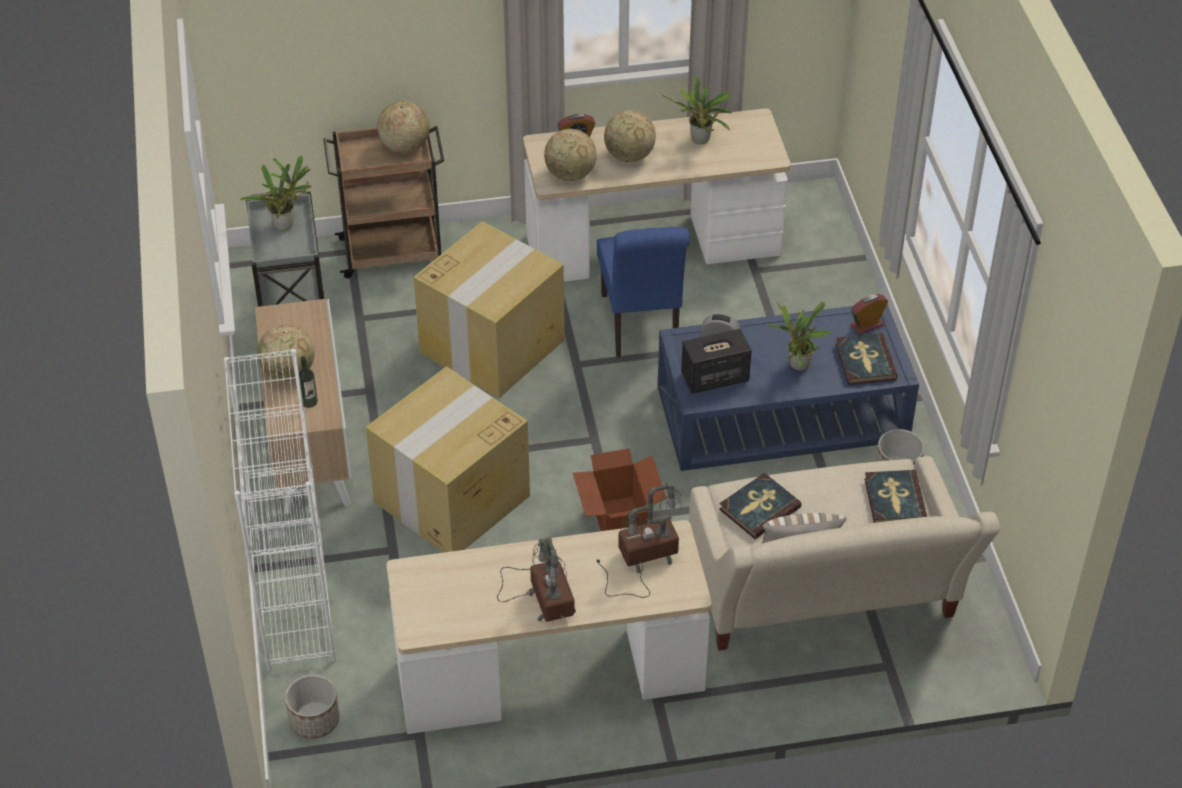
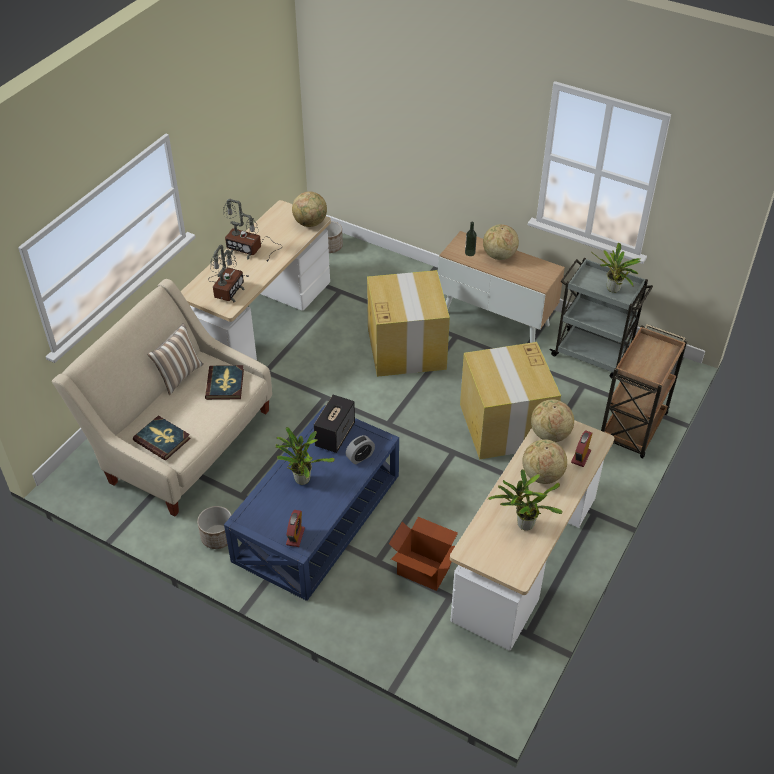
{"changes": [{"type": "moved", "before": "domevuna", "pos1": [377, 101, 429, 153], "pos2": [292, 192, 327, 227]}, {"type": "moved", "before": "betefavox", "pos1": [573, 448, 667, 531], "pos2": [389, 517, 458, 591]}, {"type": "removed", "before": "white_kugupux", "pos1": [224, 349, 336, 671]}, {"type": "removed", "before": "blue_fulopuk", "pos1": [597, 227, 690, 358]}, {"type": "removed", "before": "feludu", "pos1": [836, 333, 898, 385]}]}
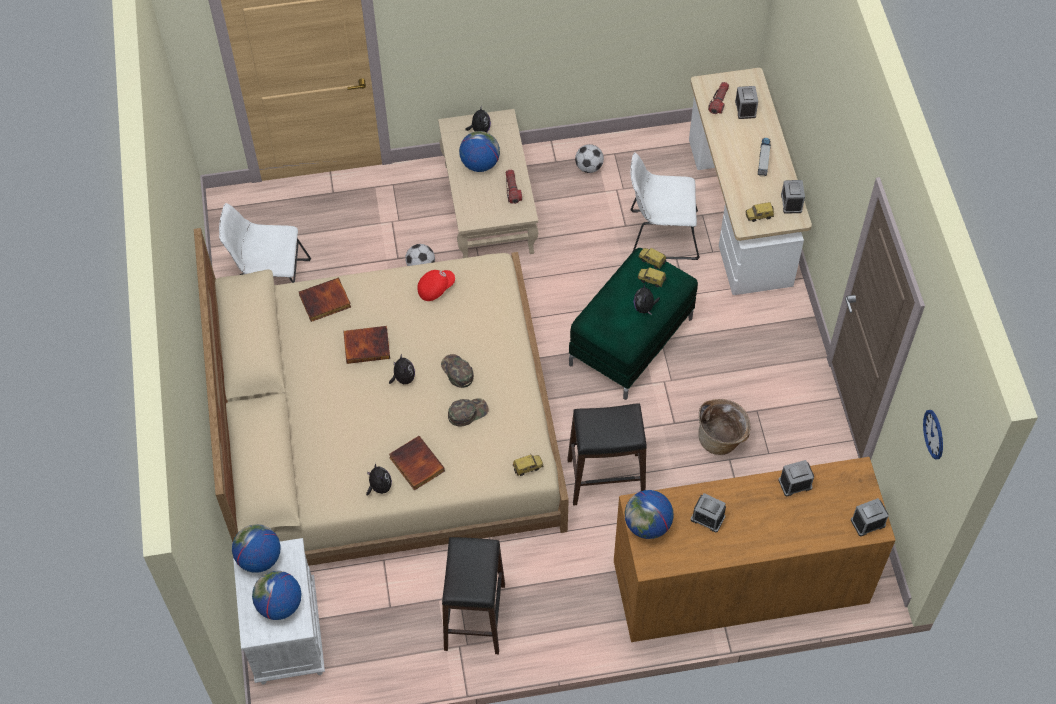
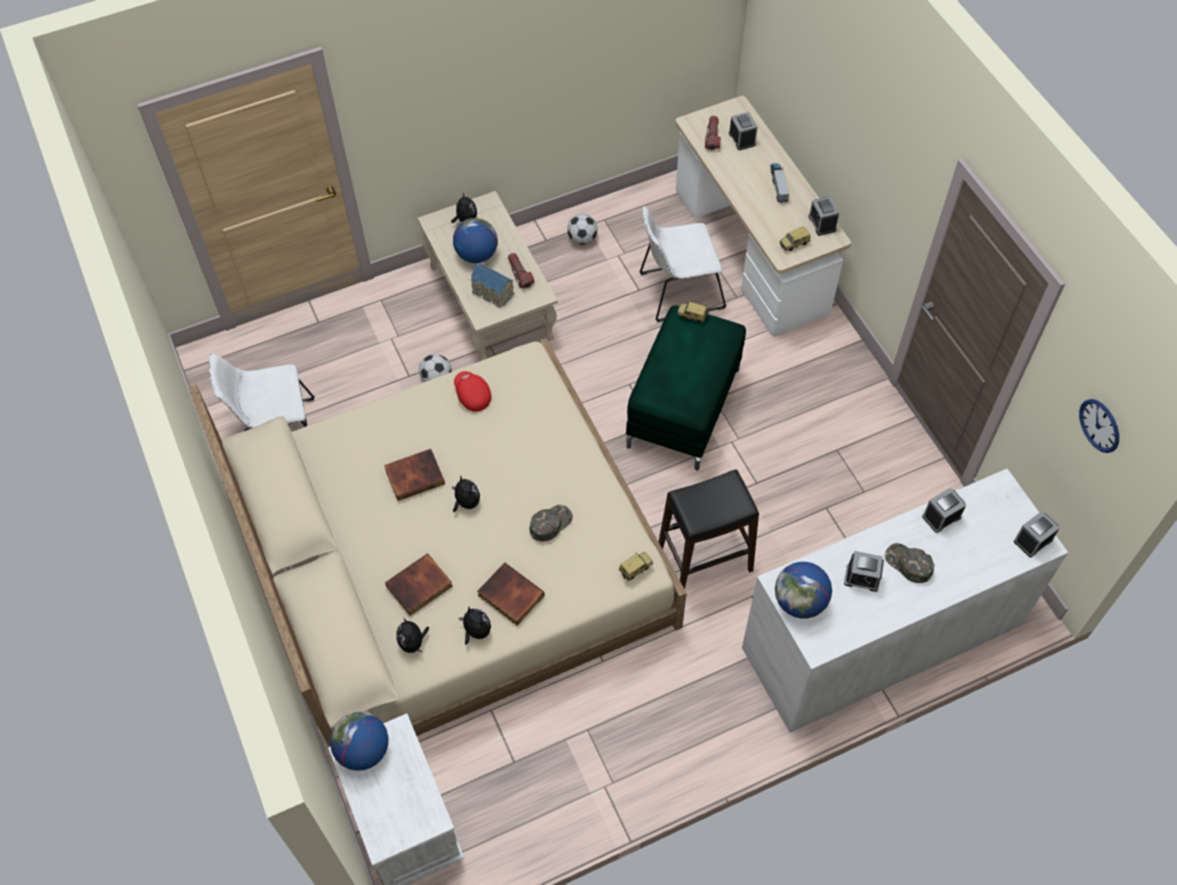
{"changes": [{"type": "moved", "before": "feludu", "pos1": [299, 277, 351, 322], "pos2": [385, 553, 452, 616]}, {"type": "moved", "before": "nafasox", "pos1": [633, 285, 660, 315], "pos2": [396, 618, 429, 653]}, {"type": "turned", "before": "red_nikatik", "pos1": [417, 270, 455, 301], "pos2": [454, 371, 491, 412], "turn": -75}, {"type": "added", "after": "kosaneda", "pos2": [471, 264, 514, 307]}, {"type": "recoloured", "before": "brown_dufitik", "after": "white_dufitik", "pos1": [614, 457, 895, 642], "pos2": [742, 469, 1068, 733]}, {"type": "moved", "before": "green_nikatik", "pos1": [441, 354, 474, 388], "pos2": [885, 543, 935, 583]}, {"type": "removed", "before": "domevuna", "pos1": [252, 571, 301, 620]}, {"type": "removed", "before": "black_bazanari", "pos1": [442, 537, 505, 654]}, {"type": "removed", "before": "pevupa", "pos1": [637, 267, 666, 287]}, {"type": "removed", "before": "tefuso", "pos1": [698, 399, 751, 455]}]}
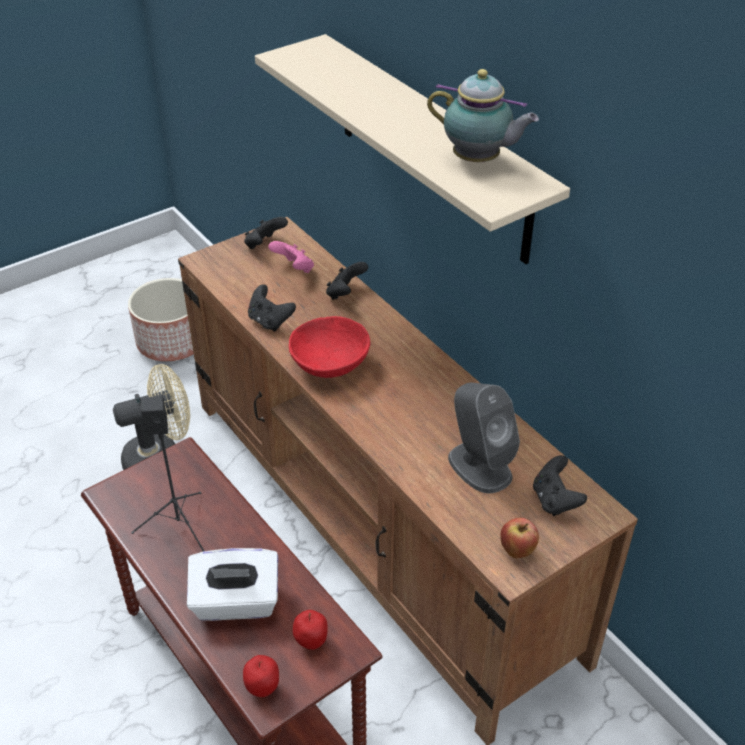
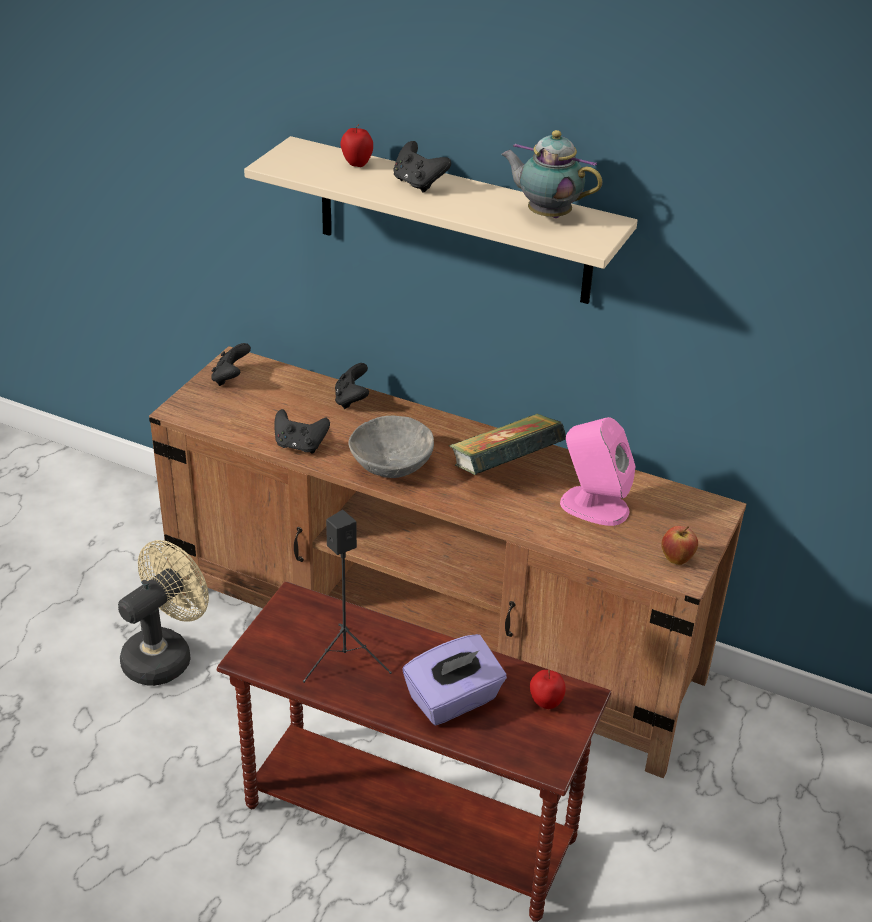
{"changes": [{"type": "moved", "before": "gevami", "pos1": [243, 655, 279, 697], "pos2": [340, 124, 373, 167]}, {"type": "recoloured", "before": "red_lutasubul", "after": "grey_lutasubul", "pos1": [289, 316, 370, 378], "pos2": [348, 416, 434, 478]}, {"type": "moved", "before": "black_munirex", "pos1": [533, 455, 587, 516], "pos2": [393, 141, 451, 193]}, {"type": "recoloured", "before": "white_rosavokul", "after": "purple_rosavokul", "pos1": [187, 548, 278, 621], "pos2": [403, 634, 507, 725]}, {"type": "added", "after": "feludu", "pos2": [449, 414, 566, 475]}, {"type": "turned", "before": "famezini", "pos1": [427, 69, 539, 162], "pos2": [501, 130, 602, 218], "turn": -150}, {"type": "recoloured", "before": "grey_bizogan", "after": "pink_bizogan", "pos1": [448, 383, 520, 493], "pos2": [560, 417, 636, 526]}, {"type": "removed", "before": "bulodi", "pos1": [128, 278, 194, 361]}, {"type": "removed", "before": "pink_munirex", "pos1": [268, 241, 314, 273]}]}
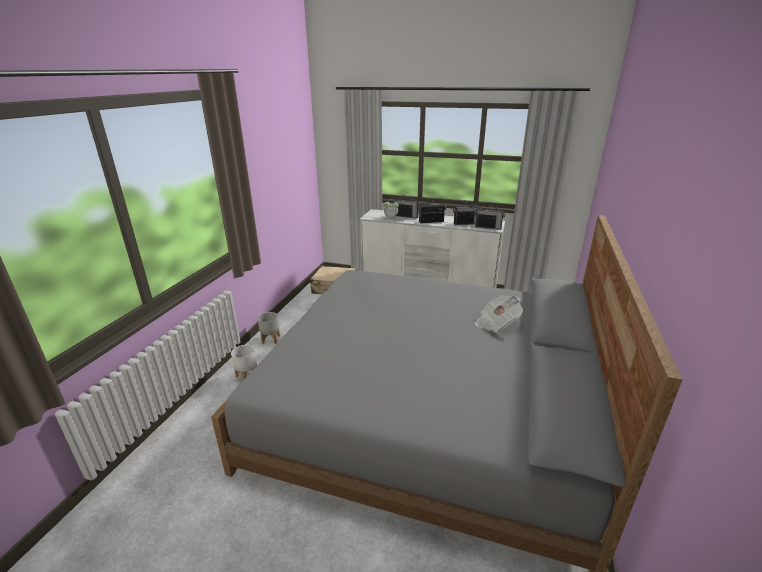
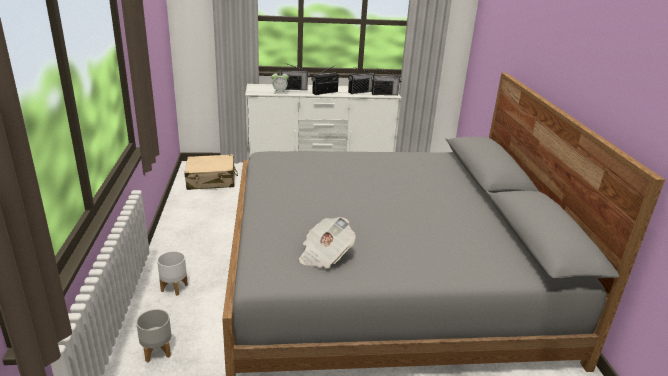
{"changes": [{"type": "moved", "before": "grey_bulodi", "pos1": [258, 312, 280, 344], "pos2": [136, 309, 172, 362]}, {"type": "moved", "before": "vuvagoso", "pos1": [475, 295, 523, 332], "pos2": [299, 217, 355, 269]}]}
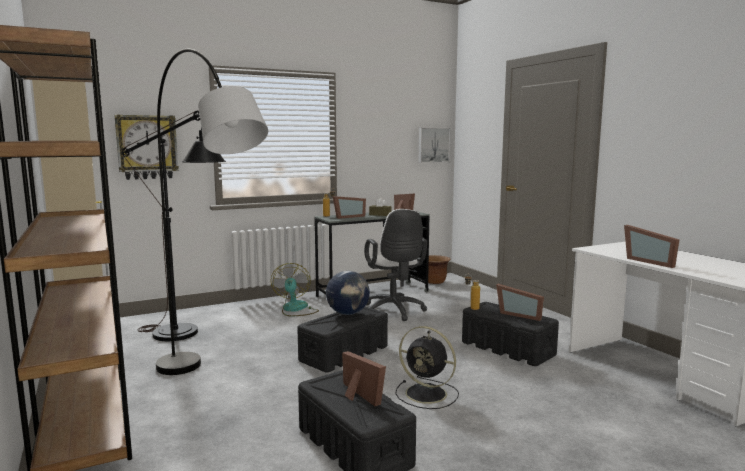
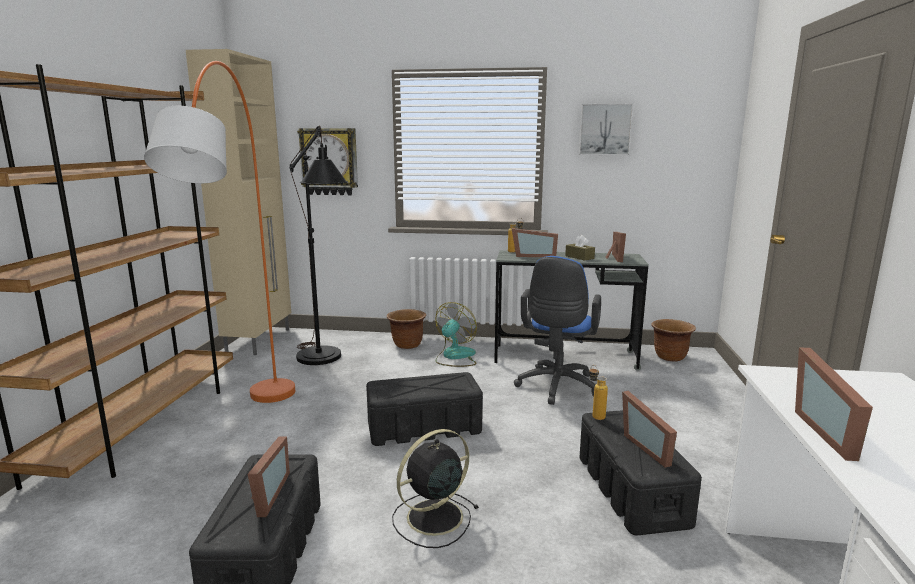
{"changes": [{"type": "recoloured", "before": "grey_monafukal", "after": "orange_monafukal", "pos1": [156, 49, 268, 375], "pos2": [144, 61, 295, 403]}, {"type": "added", "after": "brown_bulodi", "pos2": [387, 309, 426, 349]}, {"type": "turned", "before": "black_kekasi", "pos1": [395, 326, 459, 409], "pos2": [392, 429, 479, 548], "turn": 75}, {"type": "recoloured", "before": "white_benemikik", "after": "blue_benemikik", "pos1": [365, 209, 427, 321], "pos2": [514, 256, 601, 405]}, {"type": "moved", "before": "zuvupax", "pos1": [419, 128, 450, 163], "pos2": [579, 103, 633, 155]}, {"type": "removed", "before": "domevuna", "pos1": [326, 271, 370, 315]}]}
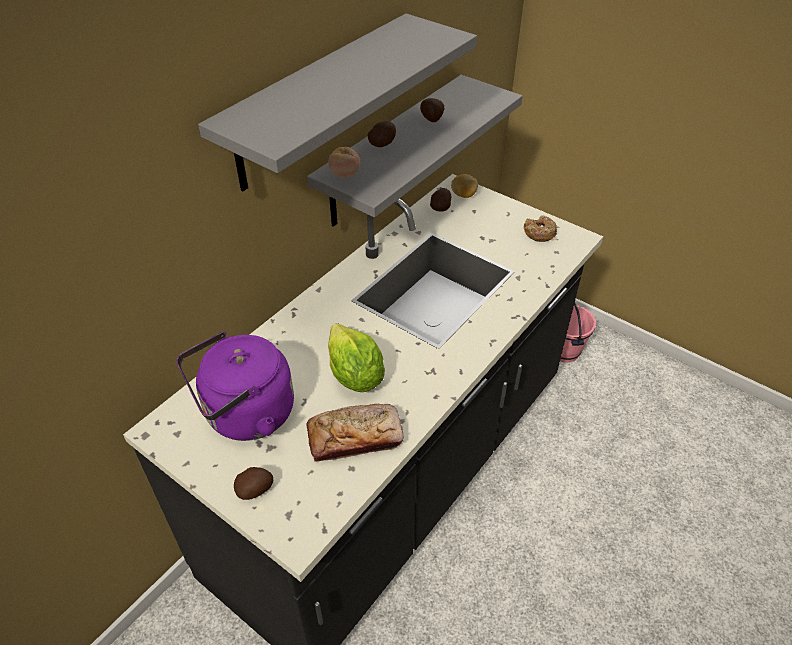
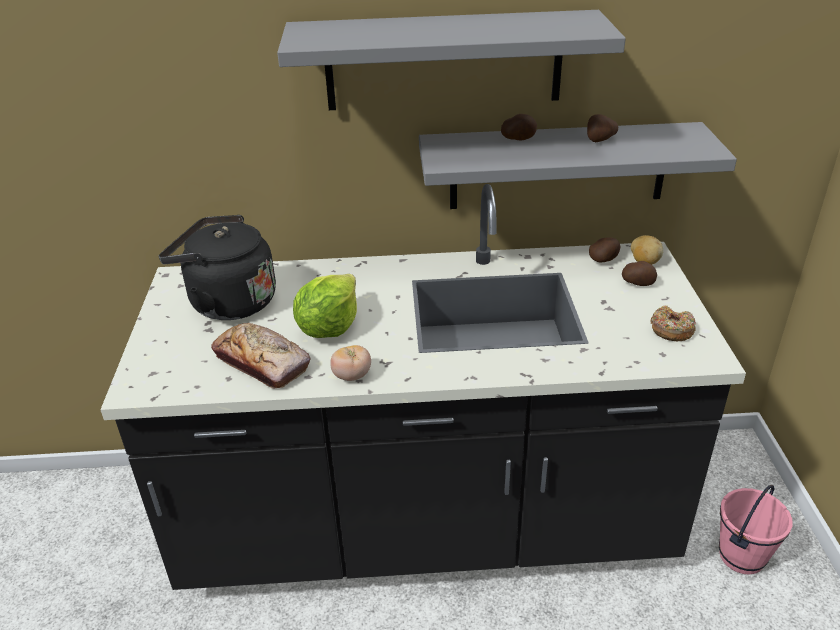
{"changes": [{"type": "recoloured", "before": "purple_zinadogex", "after": "black_zinadogex", "pos1": [177, 331, 294, 441], "pos2": [159, 215, 276, 320]}, {"type": "moved", "before": "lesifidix", "pos1": [328, 147, 360, 178], "pos2": [330, 345, 371, 381]}, {"type": "moved", "before": "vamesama", "pos1": [234, 467, 273, 500], "pos2": [622, 261, 657, 286]}]}
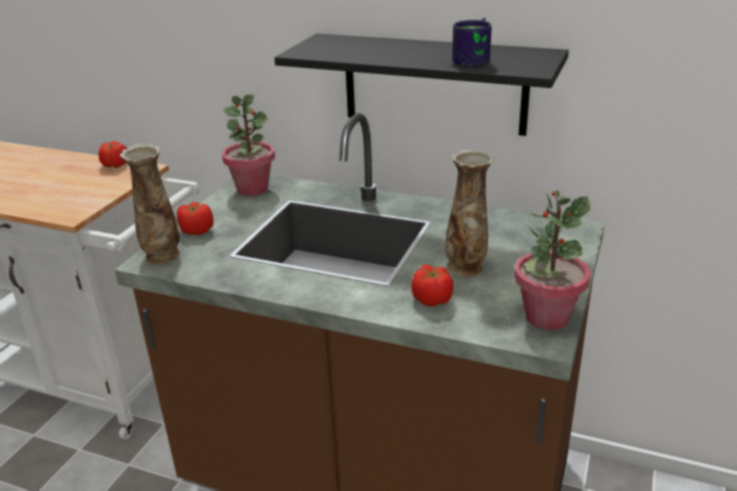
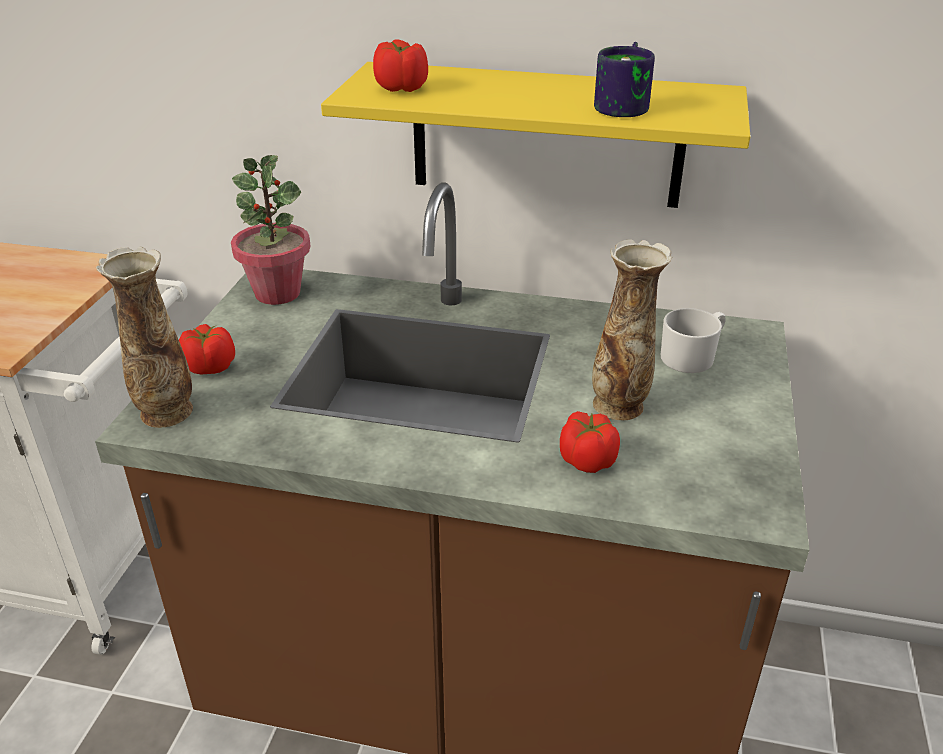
{"changes": [{"type": "recoloured", "before": "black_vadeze", "after": "yellow_vadeze", "pos1": [274, 33, 569, 136], "pos2": [321, 62, 750, 208]}, {"type": "moved", "before": "lesifidix", "pos1": [98, 141, 127, 168], "pos2": [373, 39, 428, 92]}, {"type": "added", "after": "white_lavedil", "pos2": [661, 308, 726, 373]}, {"type": "removed", "before": "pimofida", "pos1": [514, 190, 590, 330]}]}
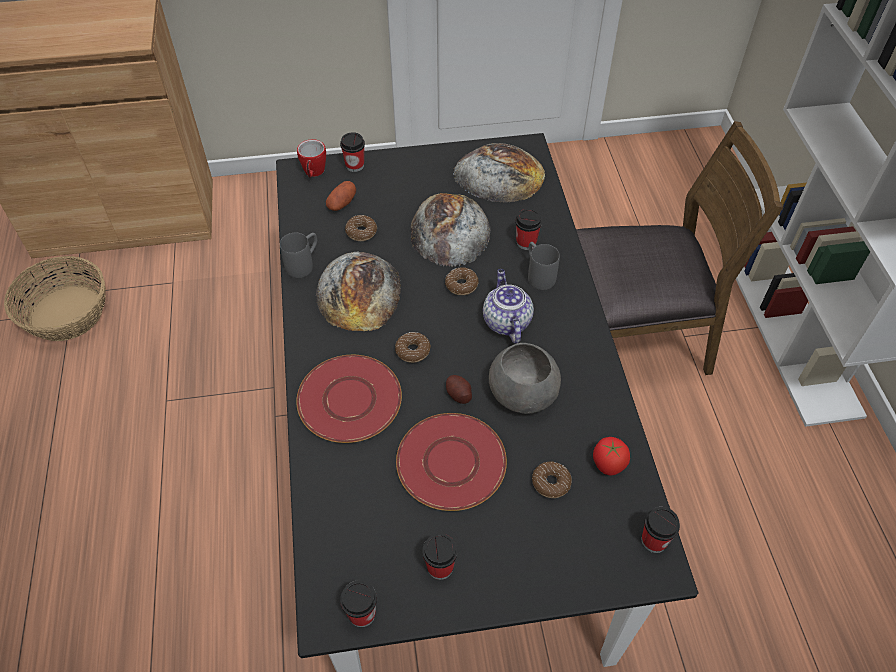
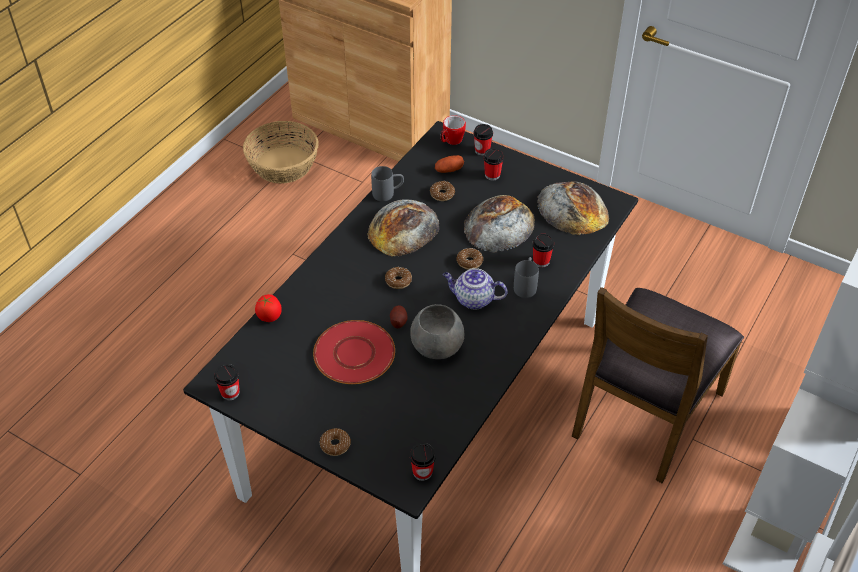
{"changes": [{"type": "moved", "before": "lesifidix", "pos1": [593, 437, 630, 476], "pos2": [255, 294, 282, 322]}, {"type": "moved", "before": "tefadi", "pos1": [532, 461, 572, 498], "pos2": [320, 428, 351, 456]}, {"type": "turned", "before": "famezini", "pos1": [483, 269, 534, 343], "pos2": [443, 268, 508, 309], "turn": -105}, {"type": "moved", "before": "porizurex", "pos1": [422, 533, 457, 580], "pos2": [484, 148, 504, 180]}, {"type": "turned", "before": "brown_fulopuk", "pos1": [576, 121, 784, 375], "pos2": [572, 287, 744, 483], "turn": 90}, {"type": "removed", "before": "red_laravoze", "pos1": [296, 355, 402, 443]}]}
